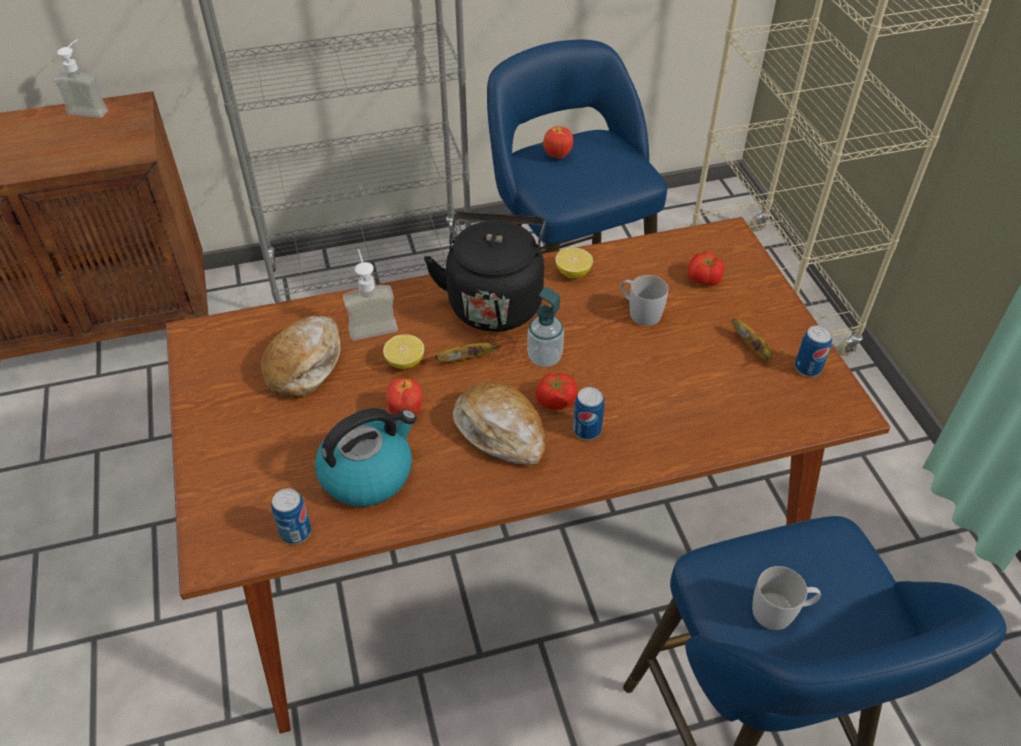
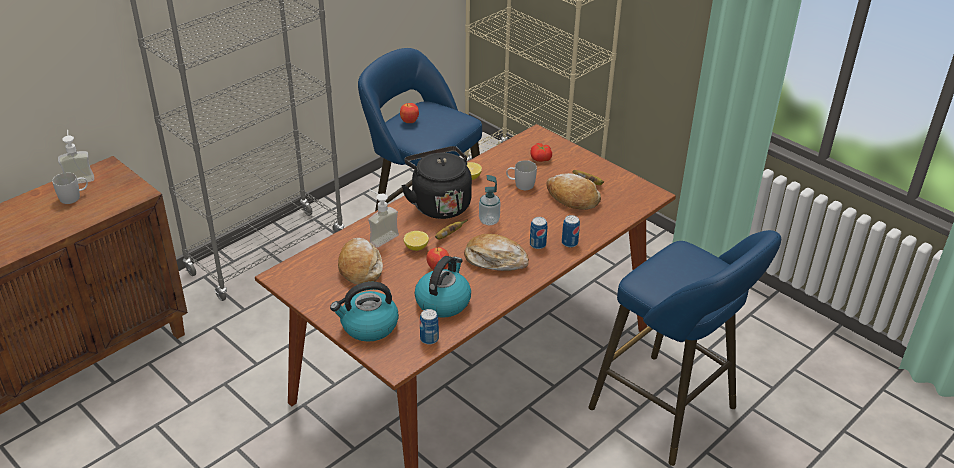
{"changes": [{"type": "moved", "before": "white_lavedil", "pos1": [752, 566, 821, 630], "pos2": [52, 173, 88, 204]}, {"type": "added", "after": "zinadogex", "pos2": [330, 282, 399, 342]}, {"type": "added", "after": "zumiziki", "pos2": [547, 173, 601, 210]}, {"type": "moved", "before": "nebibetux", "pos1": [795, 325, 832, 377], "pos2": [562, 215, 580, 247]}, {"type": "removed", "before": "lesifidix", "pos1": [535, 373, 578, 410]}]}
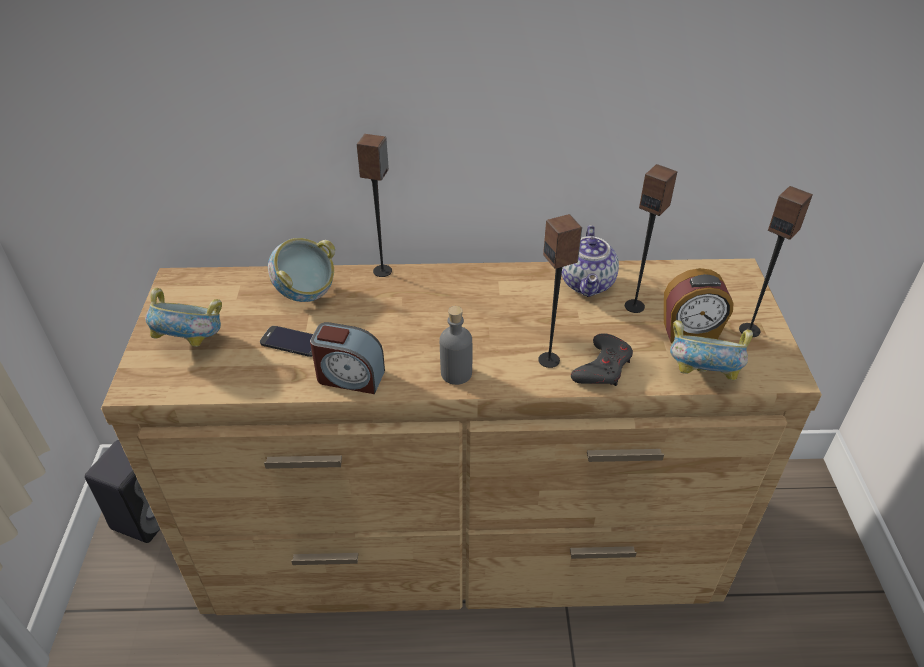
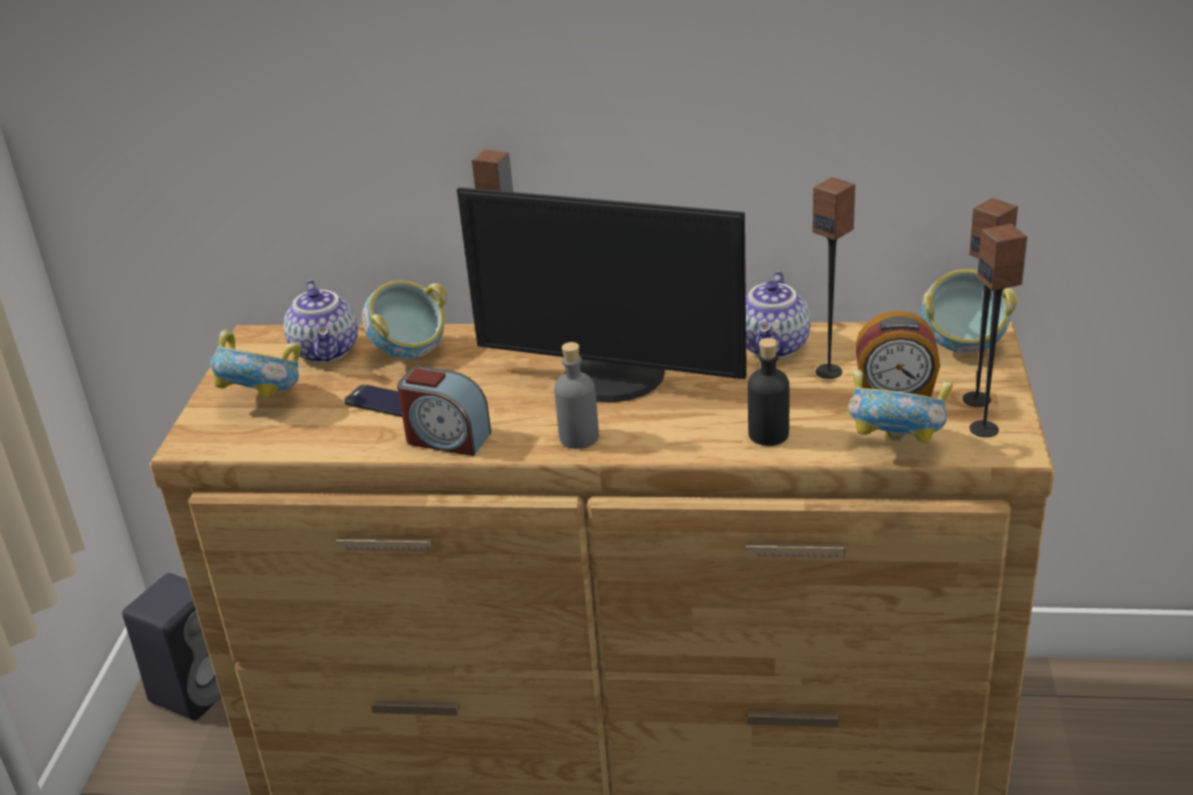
{"changes": [{"type": "added", "after": "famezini", "pos2": [284, 280, 358, 363]}, {"type": "added", "after": "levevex", "pos2": [457, 187, 747, 402]}, {"type": "replaced", "before": "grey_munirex", "after": "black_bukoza", "pos1": [571, 333, 633, 386], "pos2": [748, 338, 789, 446]}, {"type": "added", "after": "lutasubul", "pos2": [921, 269, 1017, 353]}, {"type": "moved", "before": "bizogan", "pos1": [538, 214, 582, 368], "pos2": [969, 224, 1028, 437]}]}
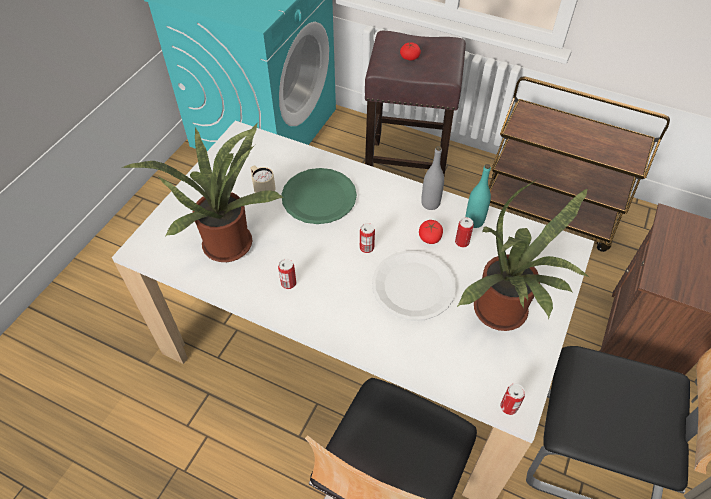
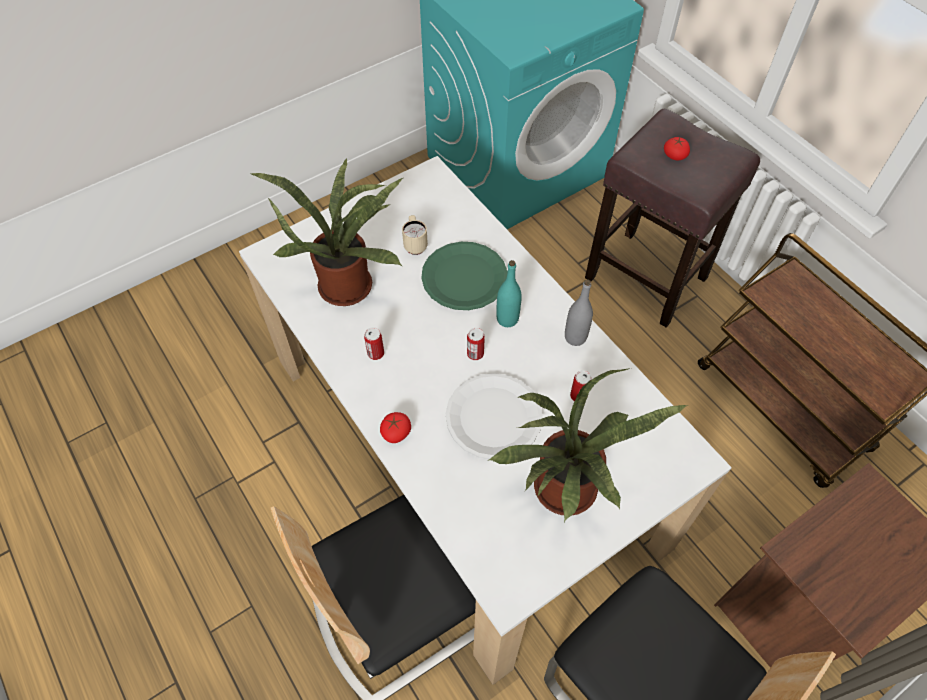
{"changes": [{"type": "moved", "before": "lesifidix", "pos1": [419, 220, 443, 244], "pos2": [380, 412, 411, 443]}, {"type": "moved", "before": "turquoise_bukoza", "pos1": [465, 164, 491, 228], "pos2": [496, 260, 522, 327]}, {"type": "removed", "before": "nebibetux", "pos1": [500, 383, 525, 415]}]}
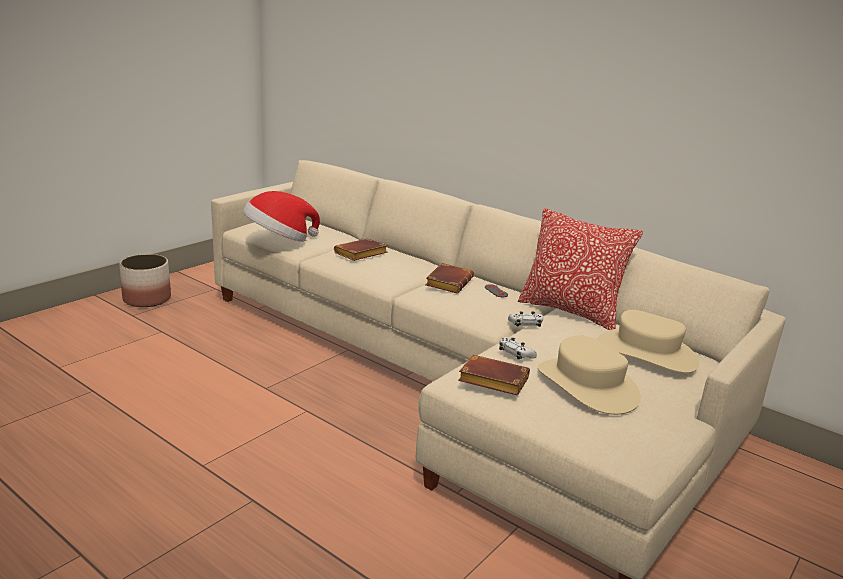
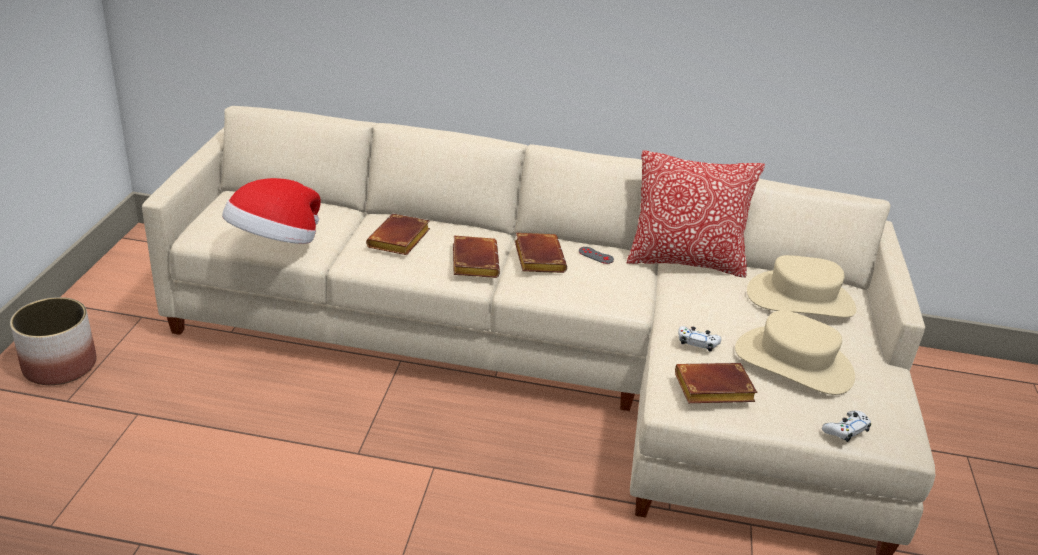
{"changes": [{"type": "added", "after": "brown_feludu", "pos2": [453, 236, 500, 278]}, {"type": "moved", "before": "white_munirex", "pos1": [508, 311, 543, 327], "pos2": [822, 411, 871, 442]}]}
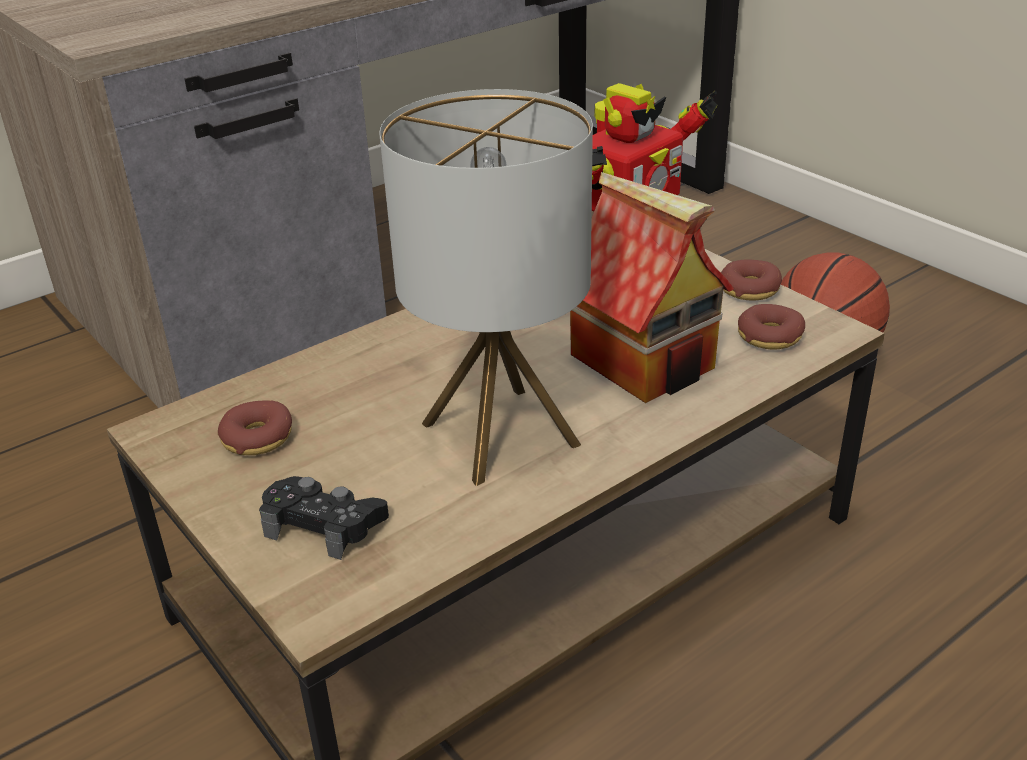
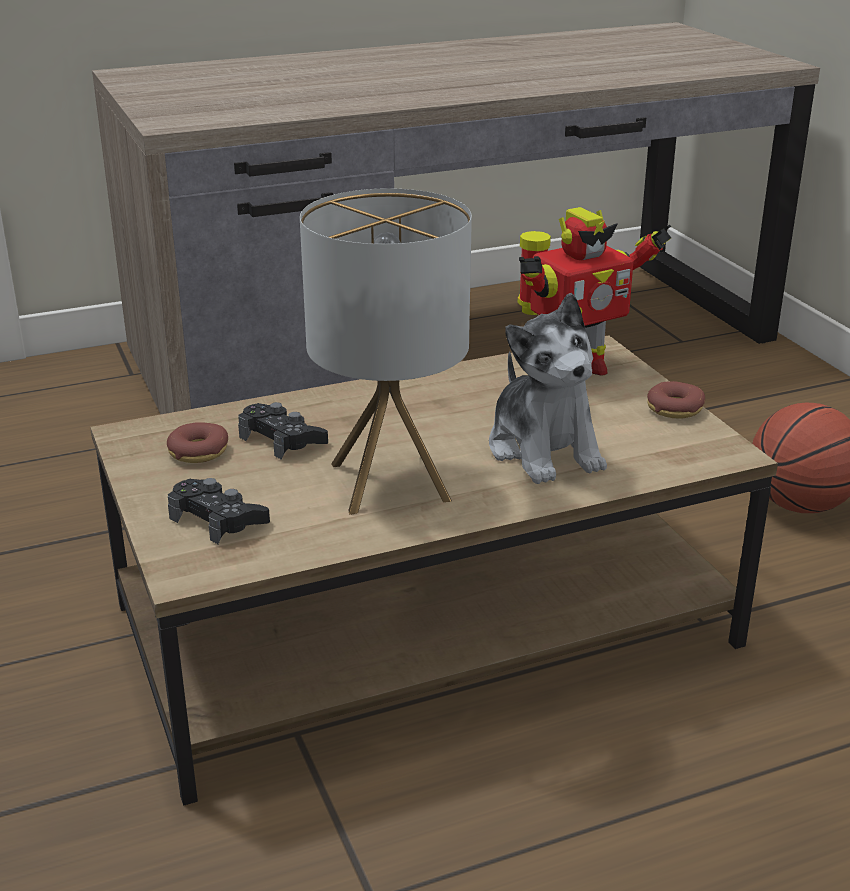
{"changes": [{"type": "added", "after": "black_munirex", "pos2": [238, 402, 328, 459]}, {"type": "replaced", "before": "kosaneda", "after": "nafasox", "pos1": [570, 172, 734, 403], "pos2": [489, 293, 607, 484]}, {"type": "removed", "before": "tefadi", "pos1": [738, 304, 805, 350]}]}
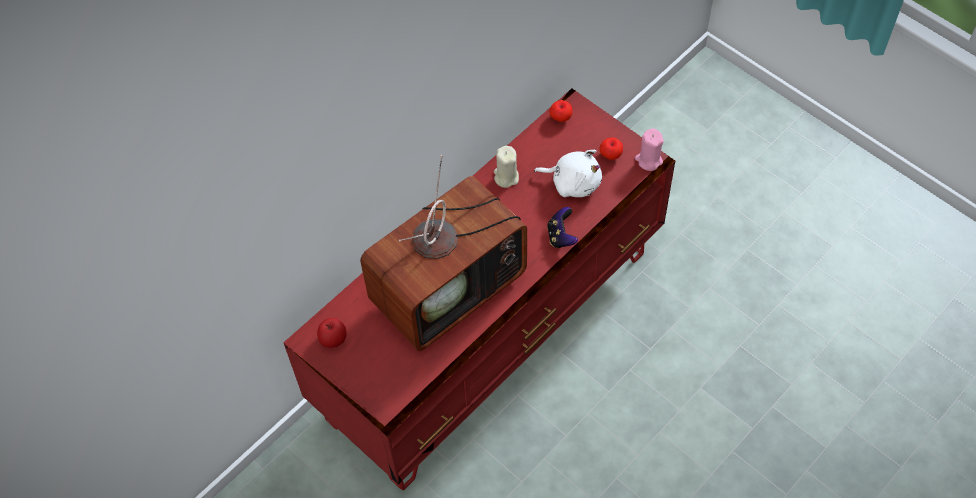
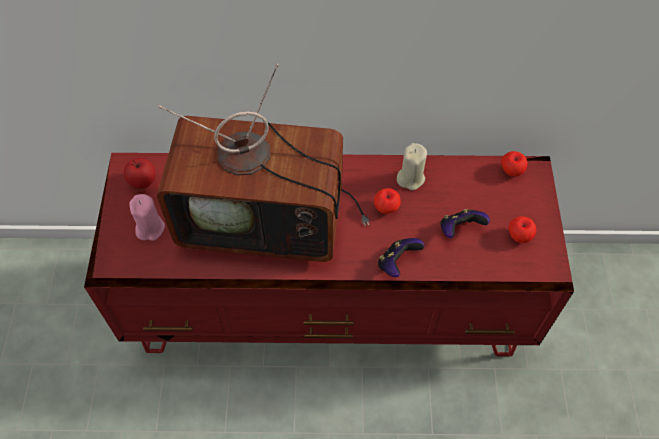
{"changes": [{"type": "moved", "before": "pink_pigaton", "pos1": [635, 129, 664, 171], "pos2": [129, 194, 165, 241]}, {"type": "added", "after": "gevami", "pos2": [374, 188, 401, 214]}, {"type": "replaced", "before": "white_nafasox", "after": "munirex", "pos1": [534, 150, 602, 197], "pos2": [440, 209, 490, 238]}]}
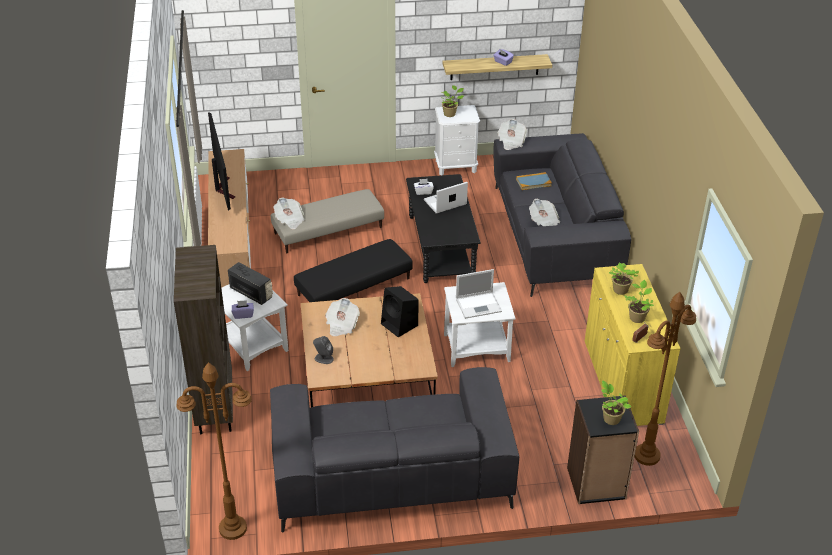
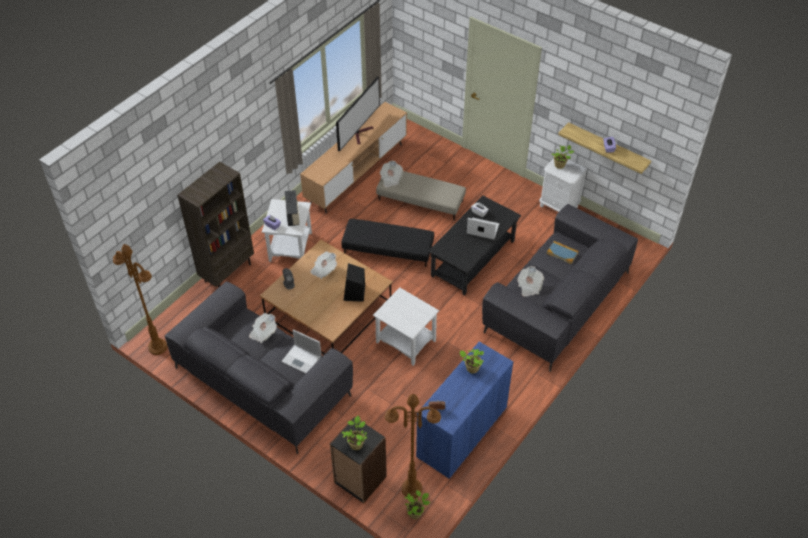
{"changes": [{"type": "moved", "before": "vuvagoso", "pos1": [497, 119, 527, 150], "pos2": [249, 313, 277, 343]}, {"type": "moved", "before": "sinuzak", "pos1": [456, 269, 502, 319], "pos2": [281, 329, 321, 373]}, {"type": "moved", "before": "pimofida", "pos1": [624, 280, 654, 323], "pos2": [404, 490, 430, 519]}, {"type": "recoloured", "before": "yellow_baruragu", "after": "blue_baruragu", "pos1": [585, 264, 681, 426], "pos2": [416, 342, 513, 479]}]}
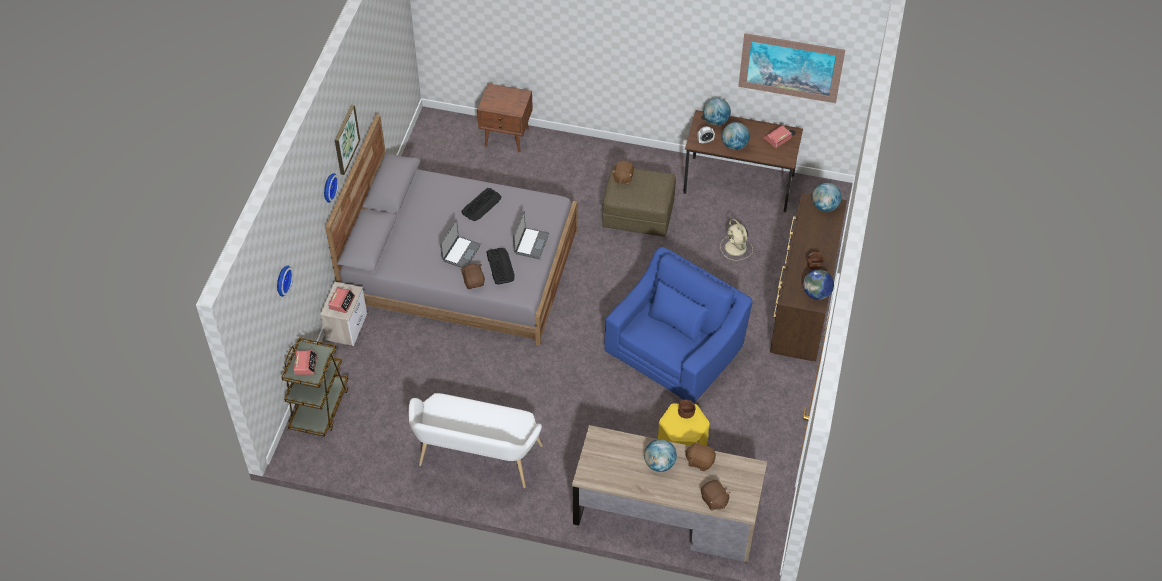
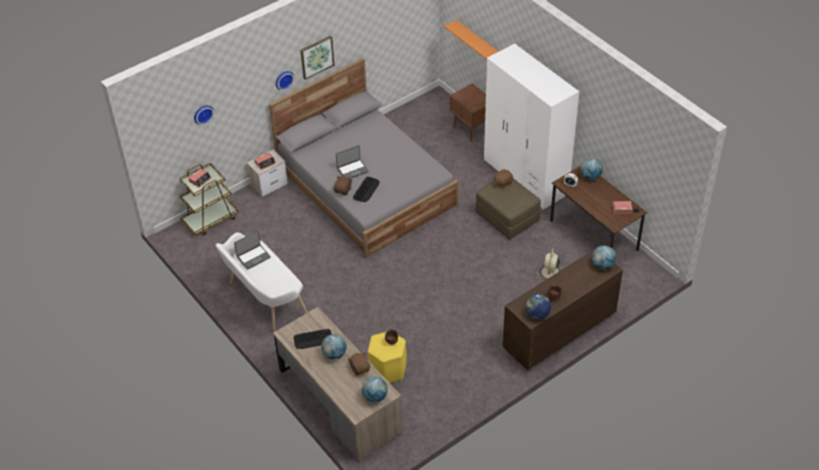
{"changes": [{"type": "moved", "before": "sinuzak", "pos1": [513, 211, 549, 259], "pos2": [234, 231, 271, 270]}, {"type": "moved", "before": "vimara", "pos1": [461, 188, 502, 221], "pos2": [293, 329, 332, 349]}, {"type": "moved", "before": "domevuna", "pos1": [722, 122, 750, 150], "pos2": [362, 376, 388, 403]}, {"type": "added", "after": "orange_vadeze", "pos2": [444, 20, 499, 60]}, {"type": "added", "after": "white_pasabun", "pos2": [484, 43, 580, 209]}, {"type": "removed", "before": "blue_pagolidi", "pos1": [604, 247, 753, 403]}, {"type": "removed", "before": "brown_nafasox", "pos1": [701, 480, 731, 511]}, {"type": "removed", "before": "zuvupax", "pos1": [738, 33, 845, 103]}]}
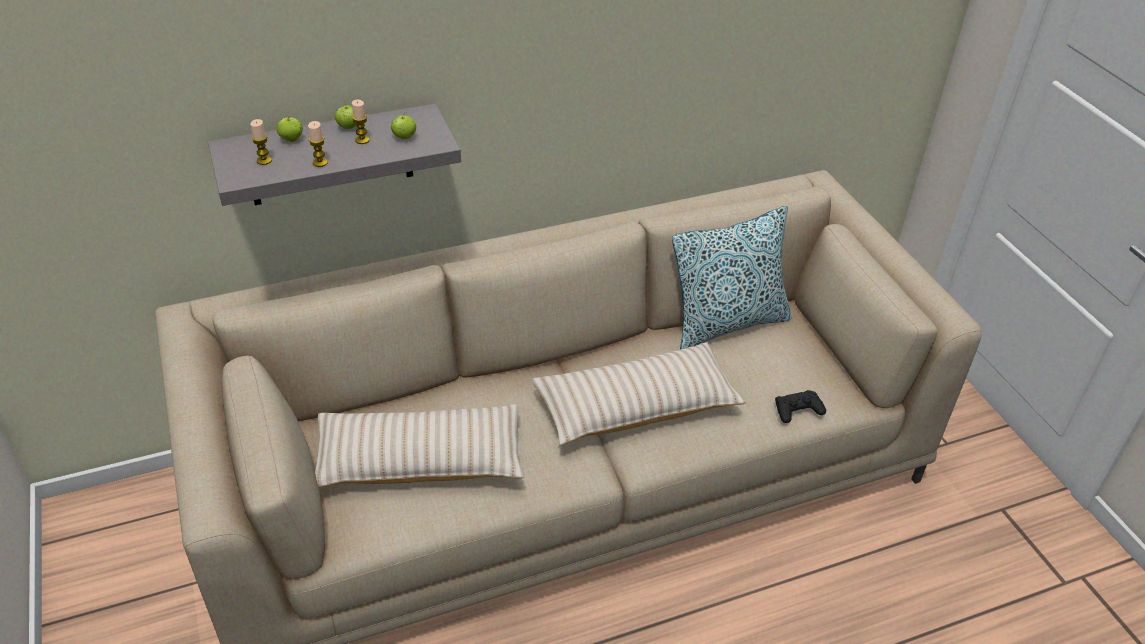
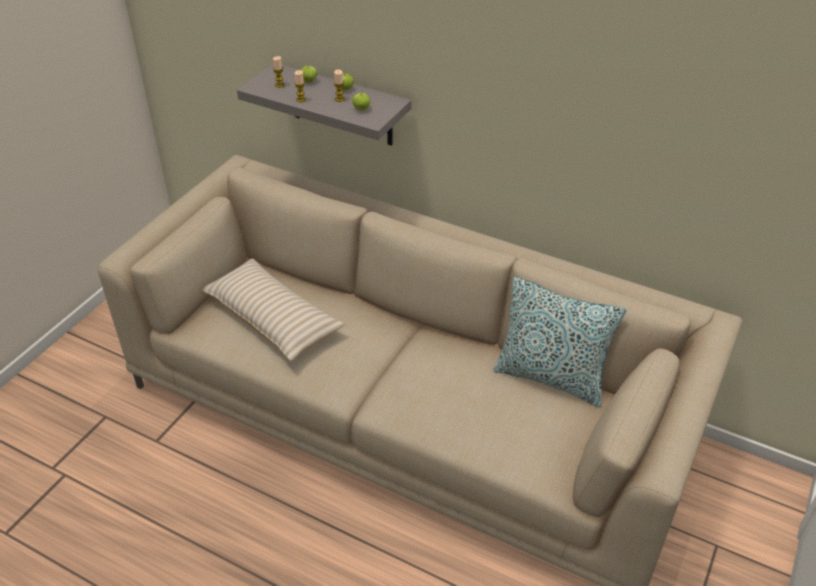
{"changes": [{"type": "removed", "before": "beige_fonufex", "pos1": [532, 342, 746, 445]}, {"type": "removed", "before": "black_munirex", "pos1": [775, 390, 826, 423]}]}
